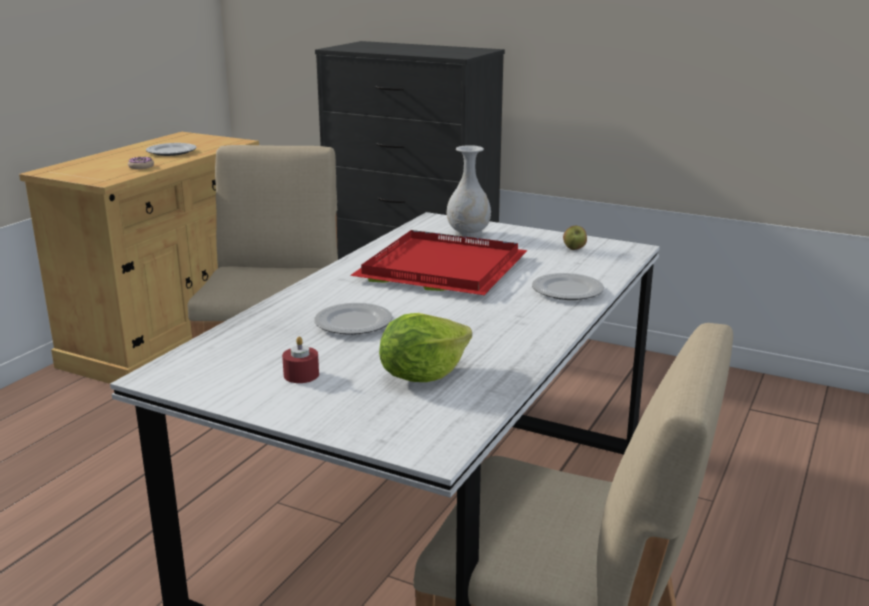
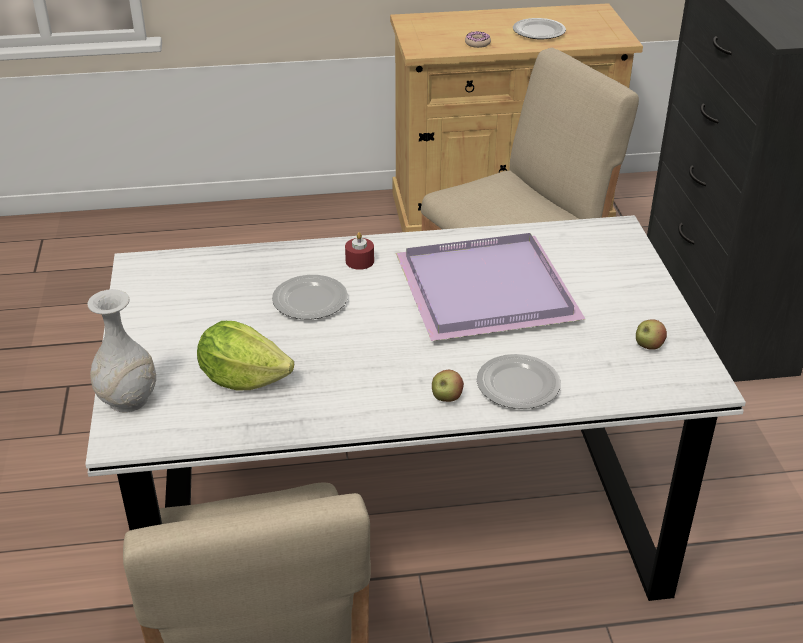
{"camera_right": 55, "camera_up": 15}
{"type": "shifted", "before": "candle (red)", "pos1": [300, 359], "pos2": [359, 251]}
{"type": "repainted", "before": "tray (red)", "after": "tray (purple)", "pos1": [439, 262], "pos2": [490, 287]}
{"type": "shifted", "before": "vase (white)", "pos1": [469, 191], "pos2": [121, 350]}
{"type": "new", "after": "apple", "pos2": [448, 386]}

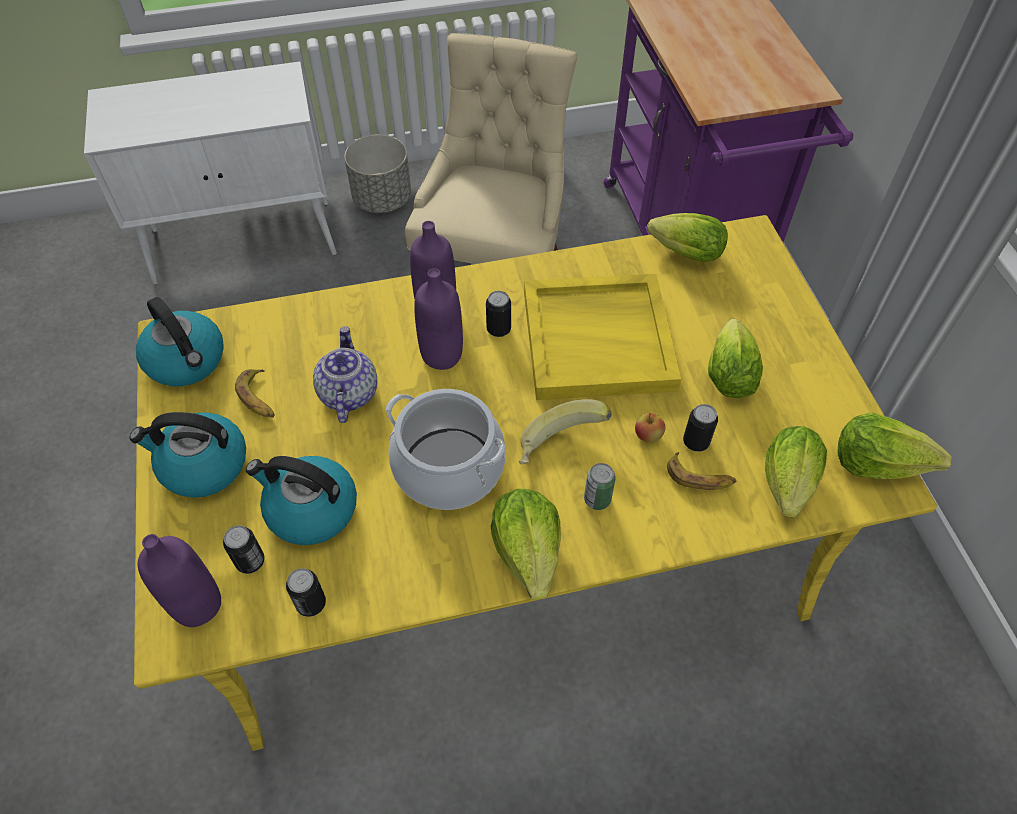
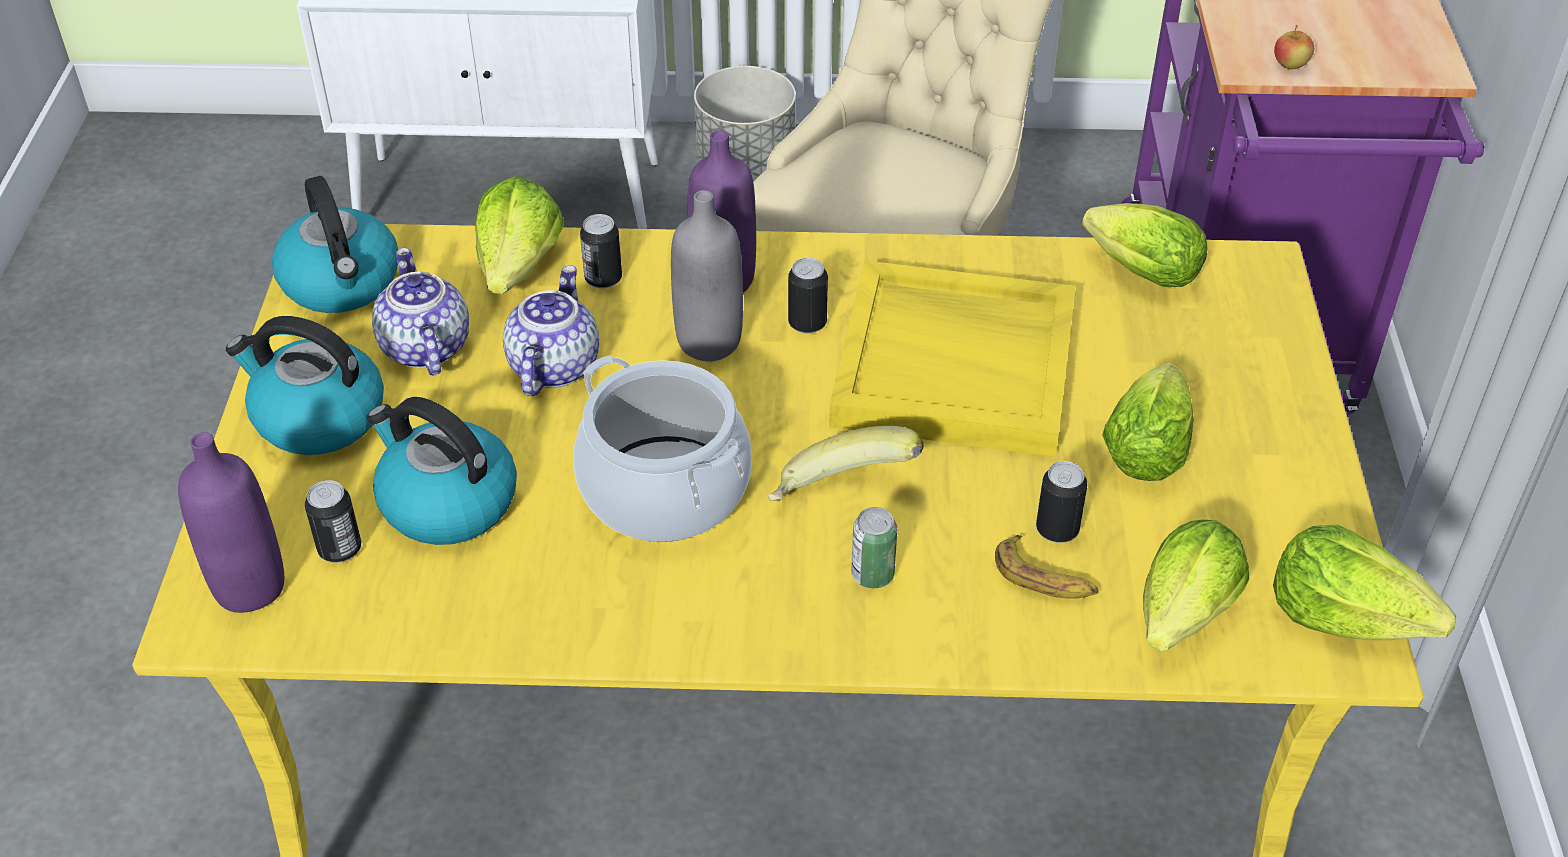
{"camera_right": 15, "camera_up": -10}
{"type": "swapped", "before": "banana", "after": "teapot", "pos1": [255, 393], "pos2": [420, 312]}
{"type": "shifted", "before": "can", "pos1": [306, 592], "pos2": [601, 251]}
{"type": "repainted", "before": "bottle (purple)", "after": "bottle (grey)", "pos1": [438, 319], "pos2": [707, 276]}
{"type": "shifted", "before": "lettuce", "pos1": [526, 544], "pos2": [519, 235]}
{"type": "shifted", "before": "apple", "pos1": [650, 428], "pos2": [1294, 47]}

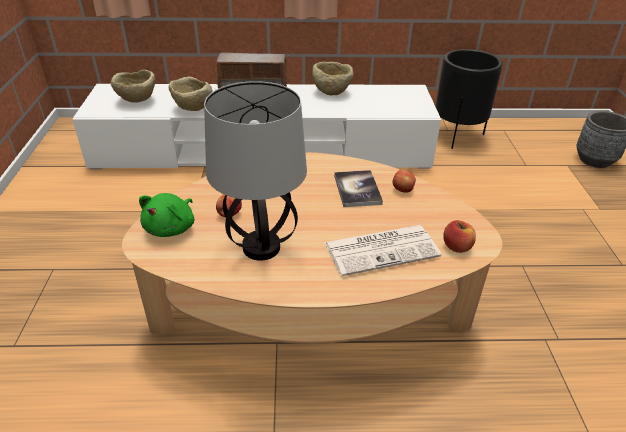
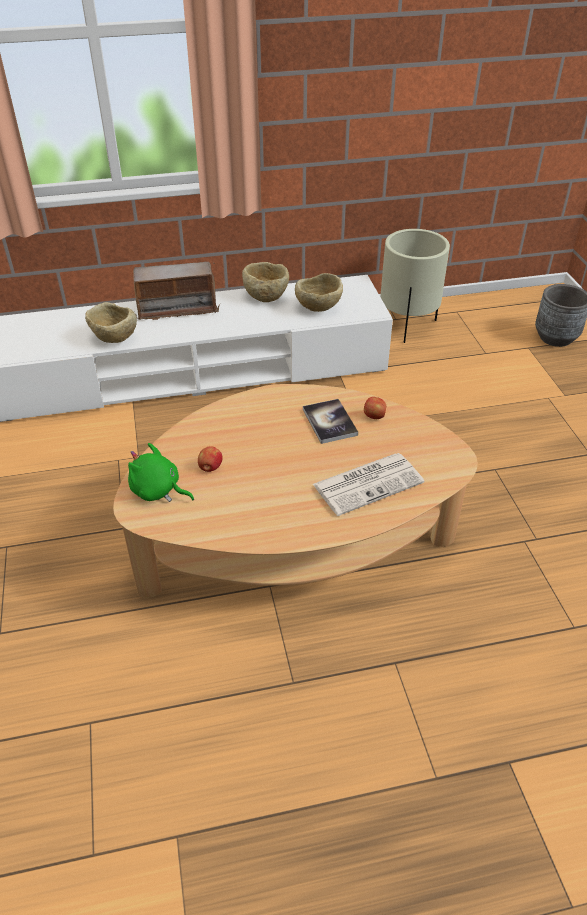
{"camera_right": -10, "camera_up": 5}
{"type": "shifted", "before": "bowl (beige)", "pos1": [133, 86], "pos2": [319, 292]}
{"type": "rotated", "before": "plush toy (green)", "pos1": [166, 215], "pos2": [161, 472], "turn": 105}
{"type": "gone", "before": "table lamp", "pos1": [255, 171]}
{"type": "repainted", "before": "planter (black)", "after": "planter (beige)", "pos1": [469, 99], "pos2": [415, 286]}
{"type": "gone", "before": "apple", "pos1": [459, 236]}

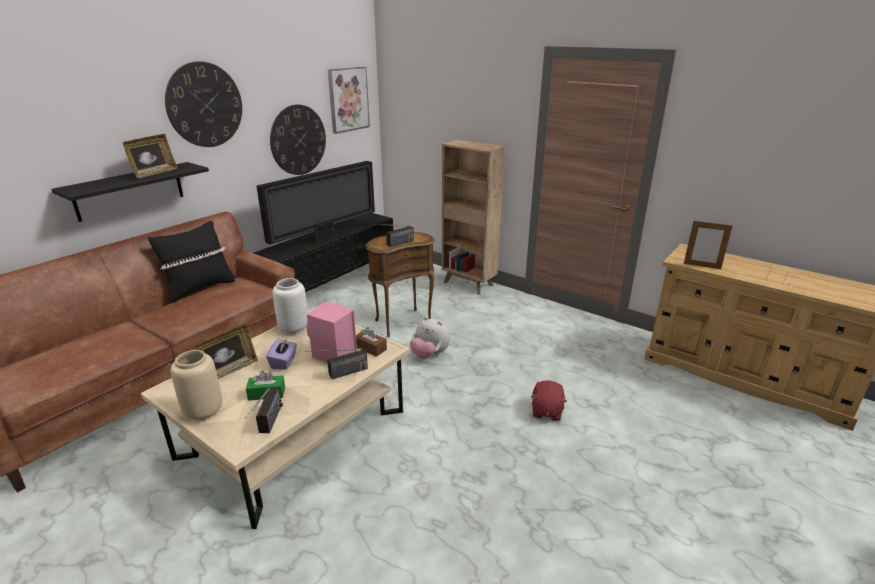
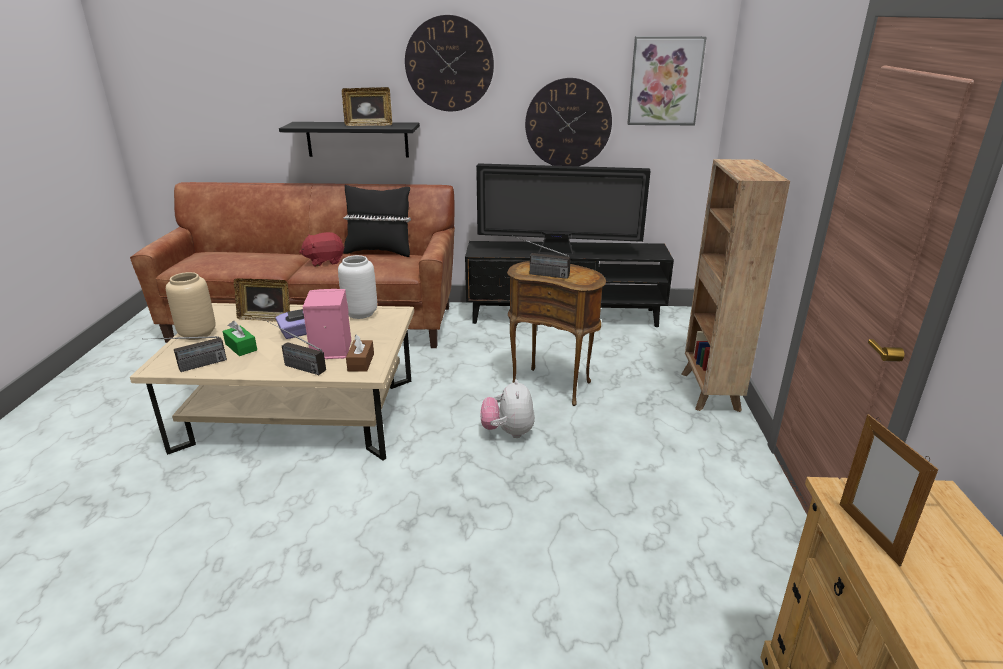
{"camera_right": 55, "camera_up": 0}
{"type": "shifted", "before": "plush toy (red)", "pos1": [549, 400], "pos2": [322, 249]}

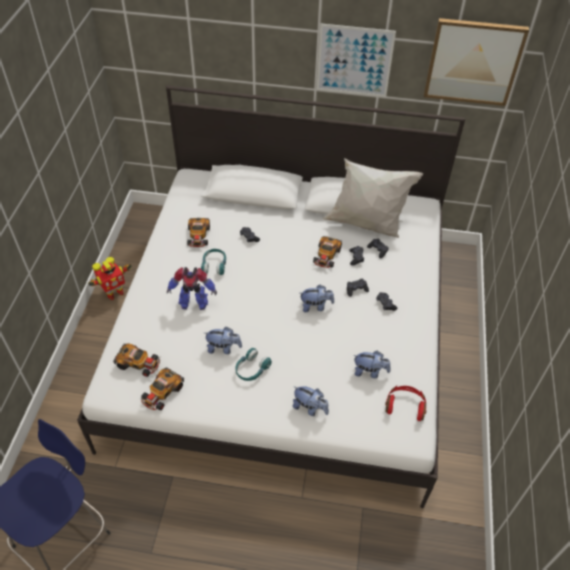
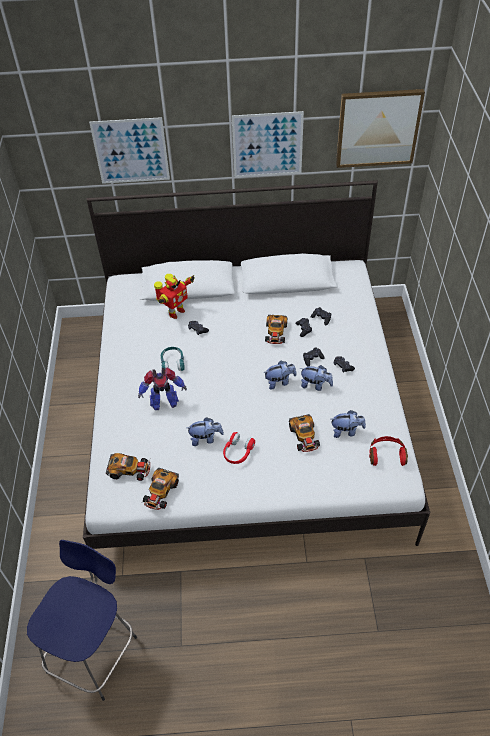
{"camera_right": -10, "camera_up": 0}
{"type": "shifted", "before": "toy robot", "pos1": [110, 278], "pos2": [174, 296]}
{"type": "shifted", "before": "toy car", "pos1": [198, 232], "pos2": [304, 433]}
{"type": "repainted", "before": "headphones (turquoise)", "after": "headphones (red)", "pos1": [254, 364], "pos2": [239, 448]}
{"type": "shifted", "before": "plush toy", "pos1": [311, 401], "pos2": [316, 378]}
{"type": "gone", "before": "pillow (white)", "pos1": [373, 198]}
{"type": "new", "after": "picture", "pos2": [129, 150]}

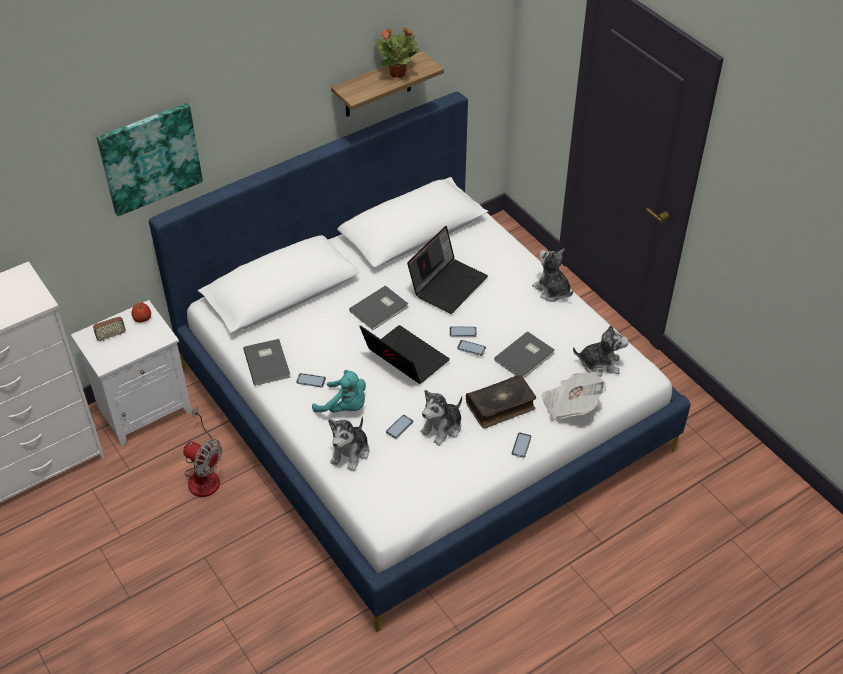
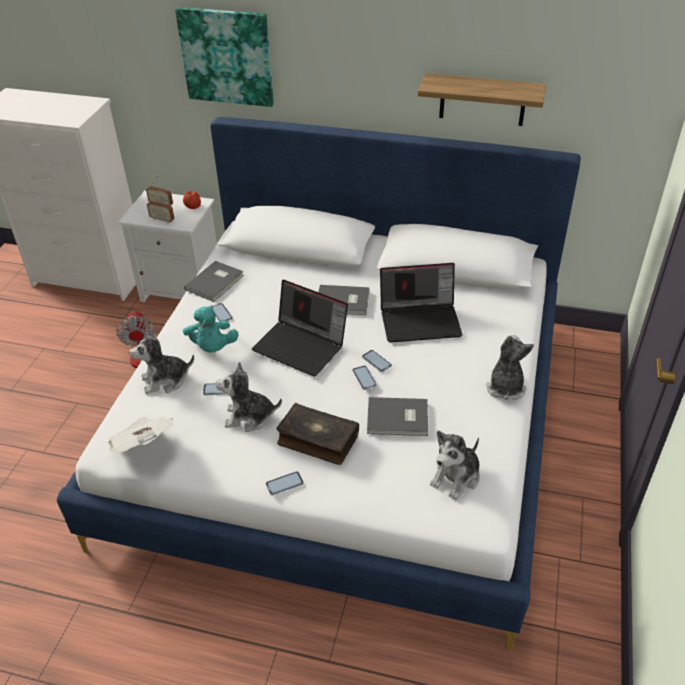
{"camera_right": 50, "camera_up": -5}
{"type": "rotated", "before": "laptop", "pos1": [405, 354], "pos2": [300, 328], "turn": 120}
{"type": "gone", "before": "potted plant", "pos1": [397, 52]}
{"type": "shifted", "before": "newspaper", "pos1": [574, 395], "pos2": [140, 434]}
{"type": "rotated", "before": "plush toy", "pos1": [601, 350], "pos2": [455, 465], "turn": 75}
{"type": "new", "after": "radio", "pos2": [160, 207]}

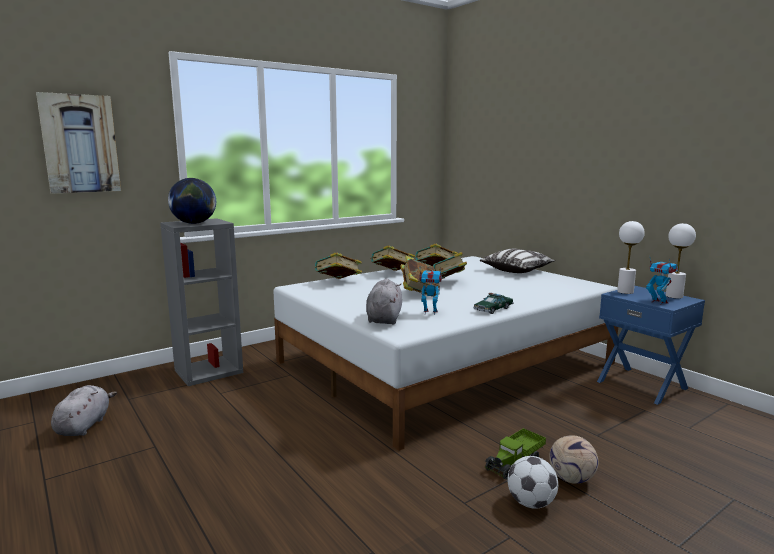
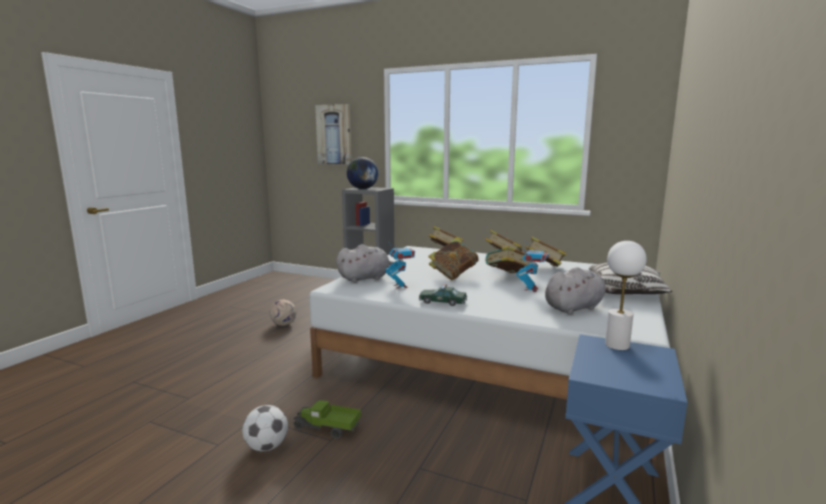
{"camera_right": 60, "camera_up": 0}
{"type": "shifted", "before": "plush toy (grey)", "pos1": [84, 410], "pos2": [581, 291]}
{"type": "shifted", "before": "football", "pos1": [573, 459], "pos2": [283, 313]}
{"type": "shifted", "before": "toy robot", "pos1": [662, 280], "pos2": [532, 269]}
{"type": "gone", "before": "table lamp (white)", "pos1": [681, 261]}

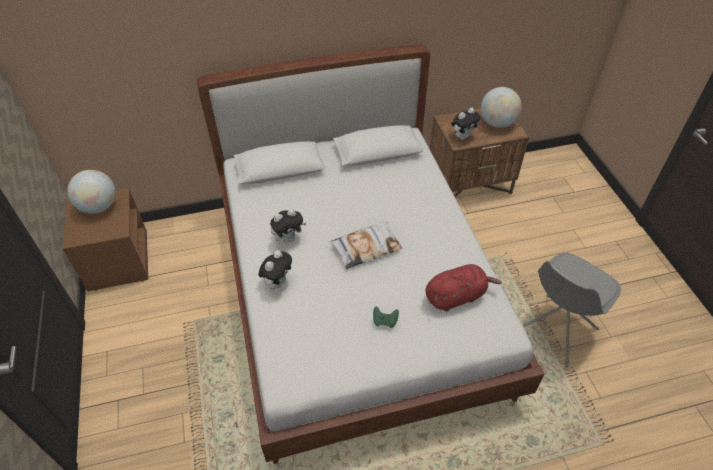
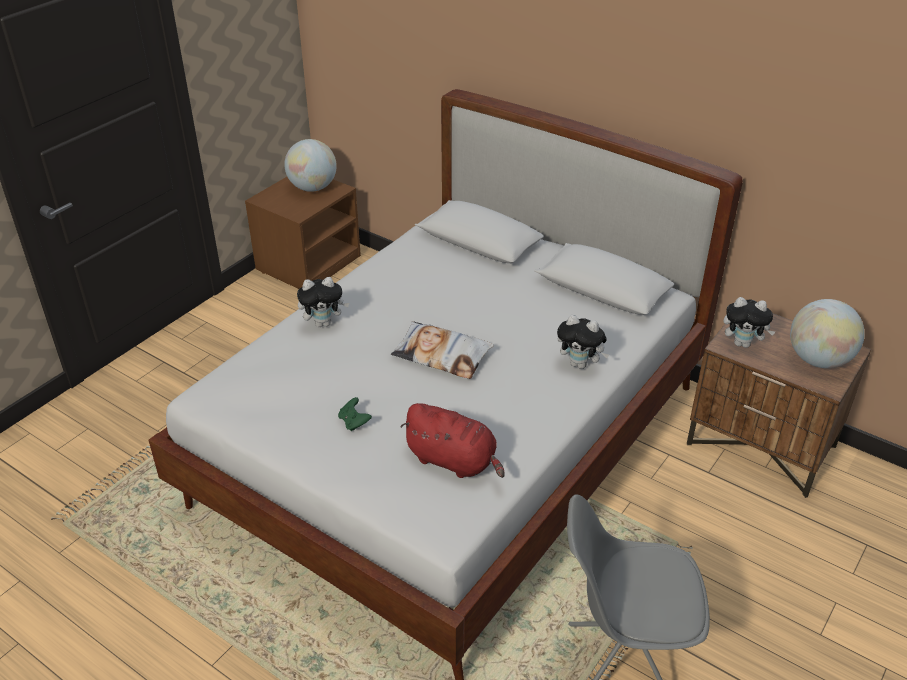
{"camera_right": 50, "camera_up": -10}
{"type": "shifted", "before": "plush toy", "pos1": [288, 226], "pos2": [583, 342]}

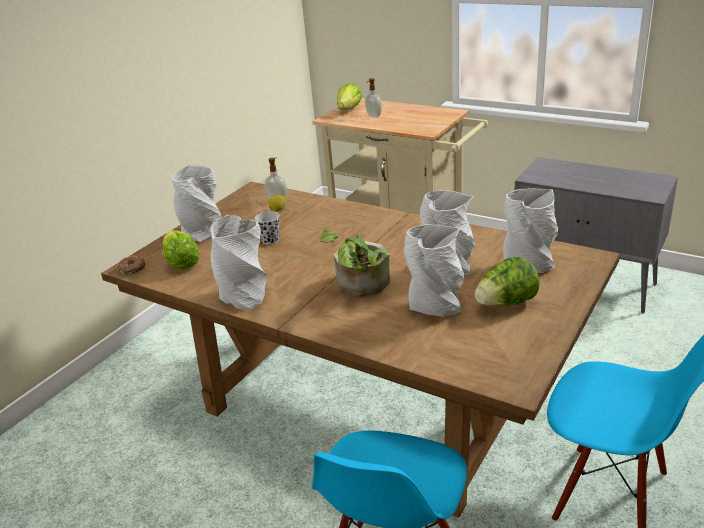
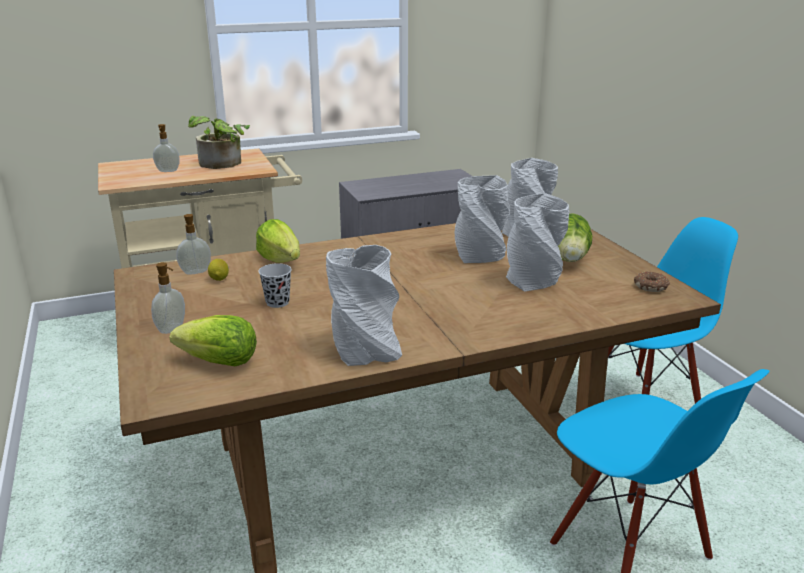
{"camera_right": -55, "camera_up": -5}
{"type": "shifted", "before": "donut", "pos1": [131, 265], "pos2": [652, 282]}
{"type": "swapped", "before": "vase (grey)", "after": "soap dispenser", "pos1": [196, 203], "pos2": [168, 298]}
{"type": "shifted", "before": "potted plant", "pos1": [355, 262], "pos2": [219, 142]}
{"type": "shifted", "before": "lettuce", "pos1": [349, 96], "pos2": [278, 241]}

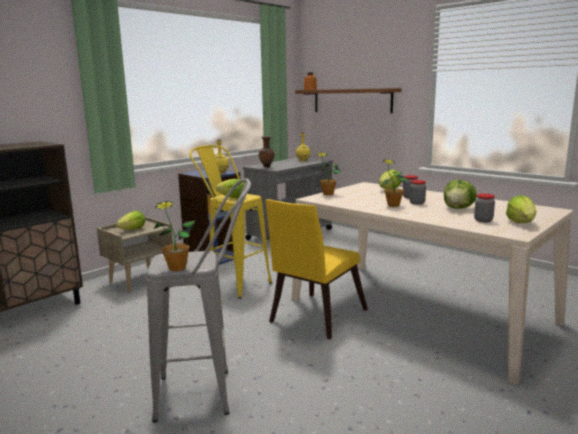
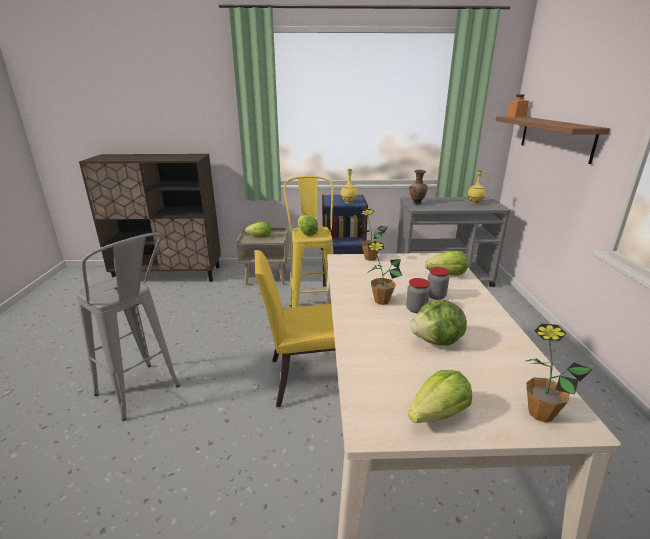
{"camera_right": 45, "camera_up": 10}
{"type": "shifted", "before": "potted plant", "pos1": [174, 236], "pos2": [559, 373]}
{"type": "gone", "before": "jar", "pos1": [484, 208]}

